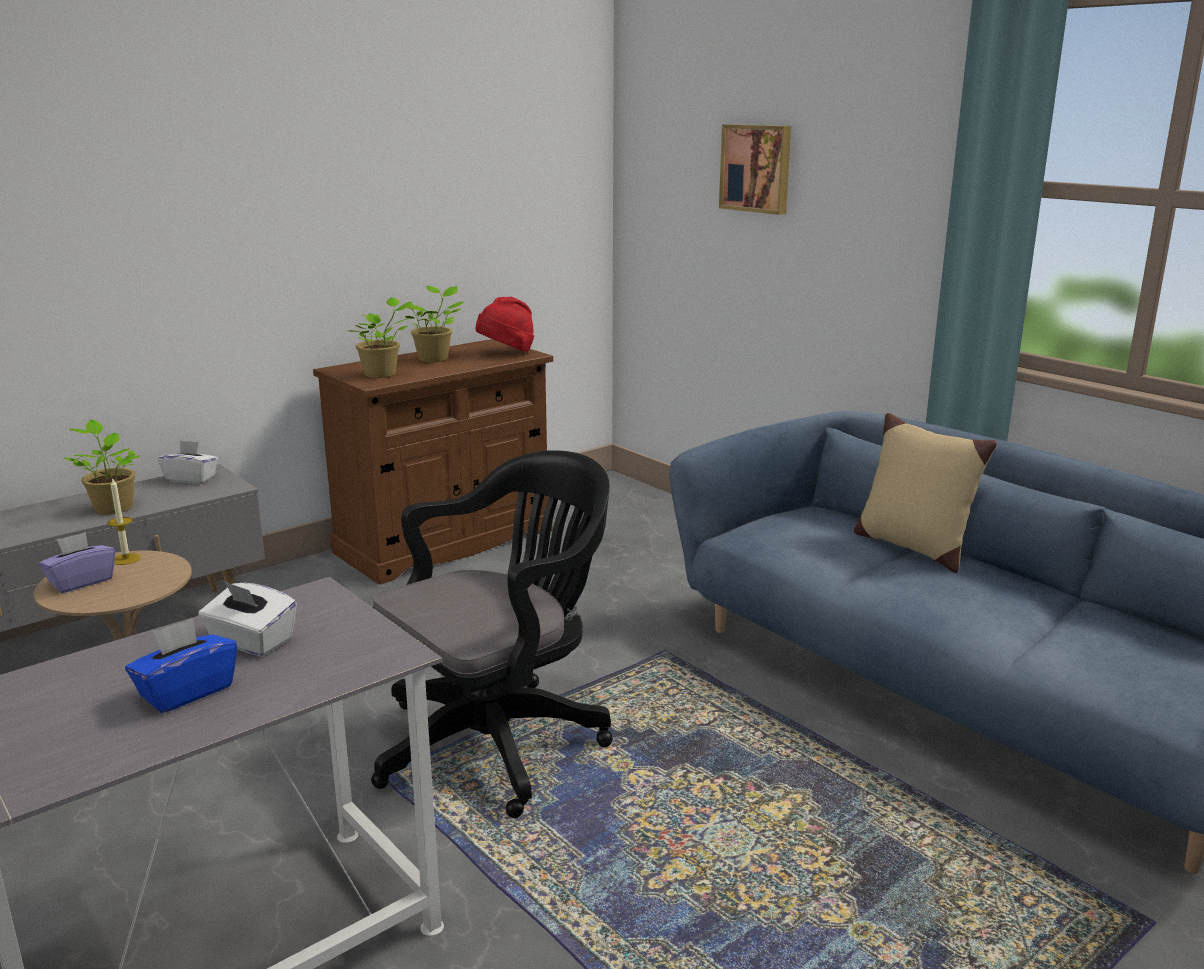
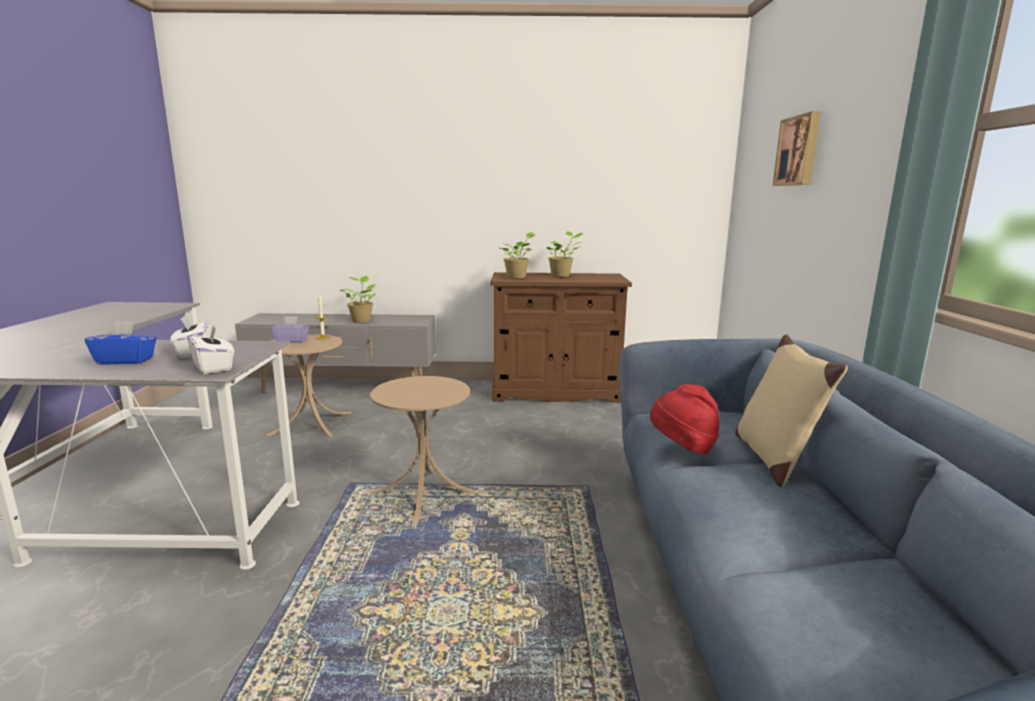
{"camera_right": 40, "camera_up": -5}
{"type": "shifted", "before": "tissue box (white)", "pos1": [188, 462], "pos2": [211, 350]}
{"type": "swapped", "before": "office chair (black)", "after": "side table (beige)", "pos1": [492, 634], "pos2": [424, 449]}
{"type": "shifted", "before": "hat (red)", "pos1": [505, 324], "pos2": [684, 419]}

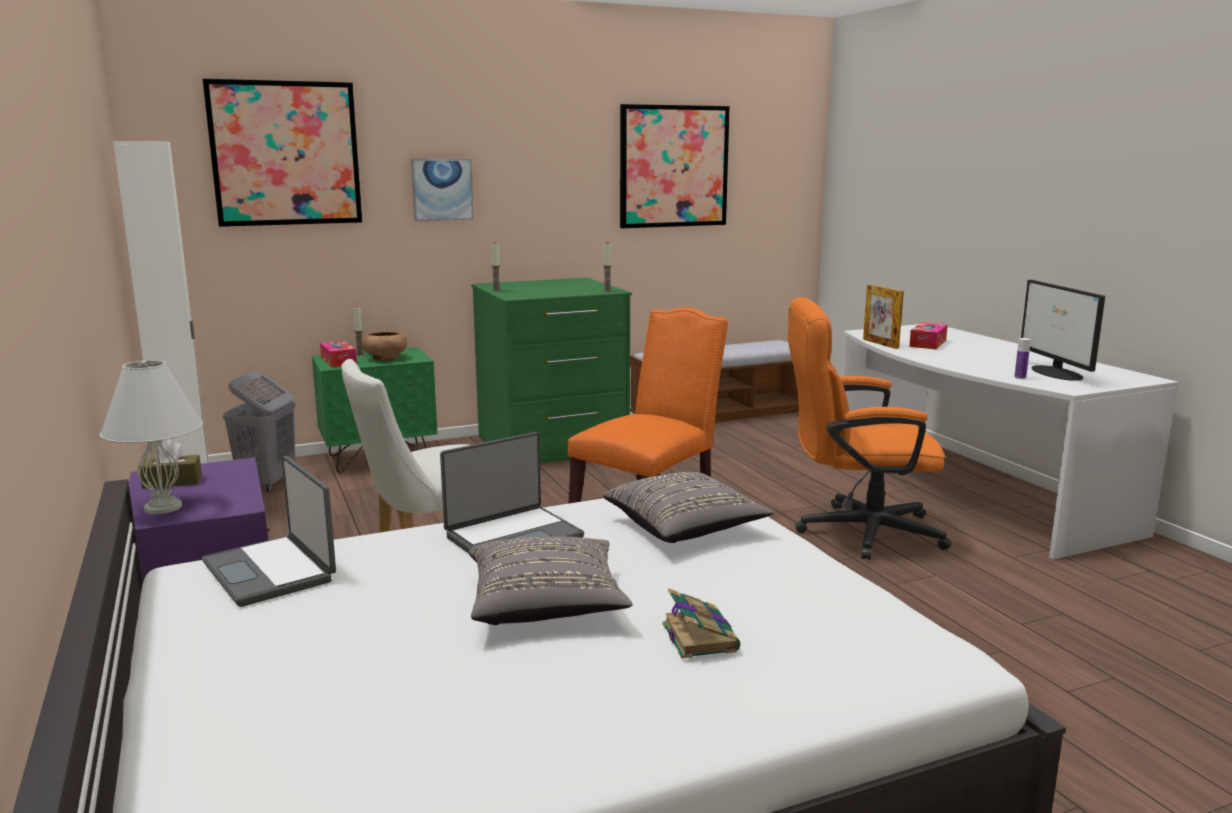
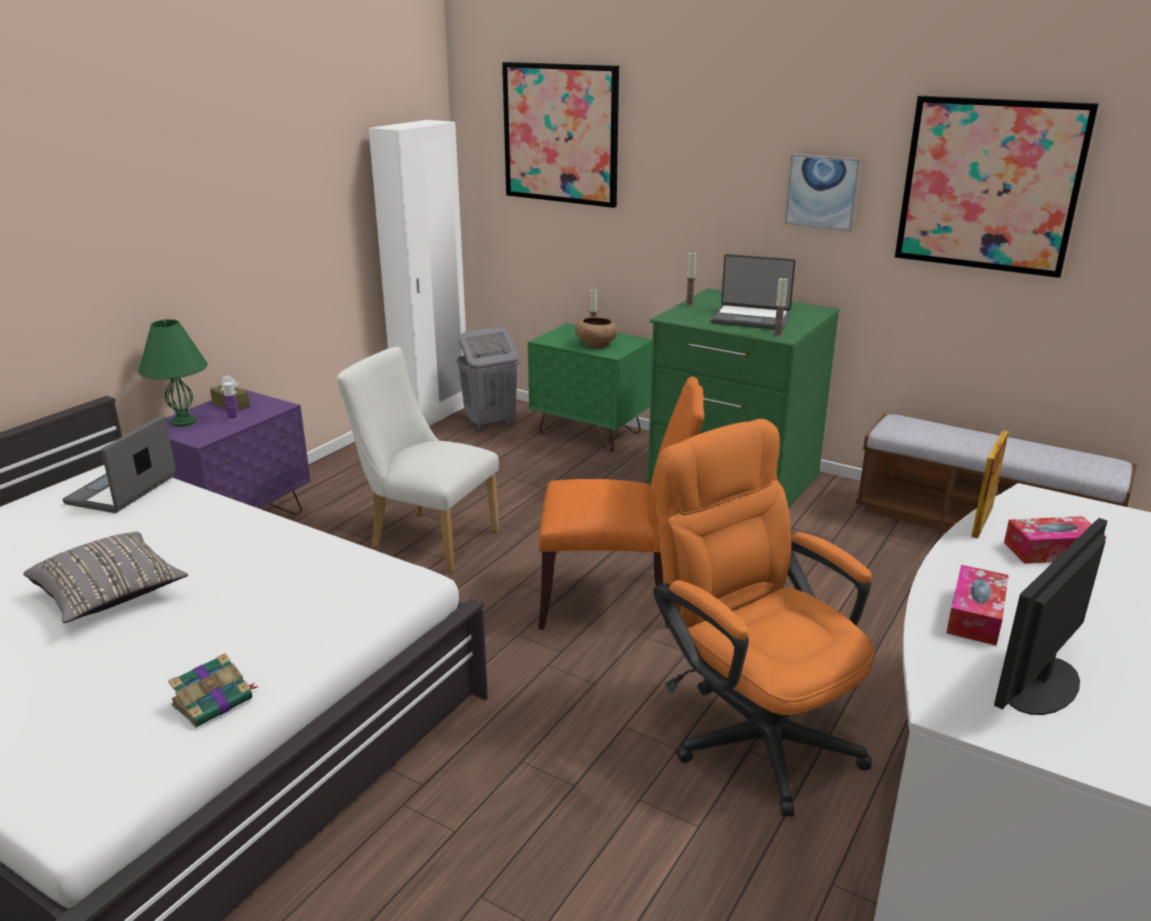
{"camera_right": 55, "camera_up": 10}
{"type": "repainted", "before": "table lamp (white)", "after": "table lamp (green)", "pos1": [151, 437], "pos2": [173, 373]}
{"type": "shifted", "before": "tissue box", "pos1": [338, 354], "pos2": [977, 605]}
{"type": "shifted", "before": "picture", "pos1": [442, 190], "pos2": [823, 192]}
{"type": "shifted", "before": "laptop", "pos1": [512, 492], "pos2": [753, 292]}
{"type": "gone", "before": "pillow (grey)", "pos1": [688, 507]}
{"type": "shifted", "before": "book", "pos1": [701, 623], "pos2": [213, 690]}
{"type": "shifted", "before": "bottle", "pos1": [1022, 358], "pos2": [231, 401]}

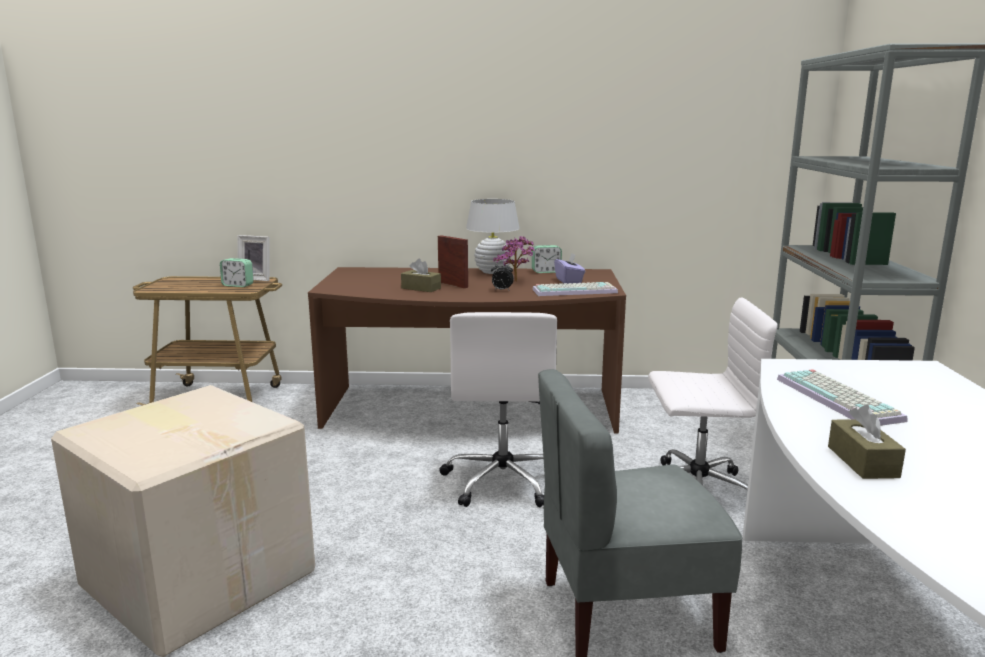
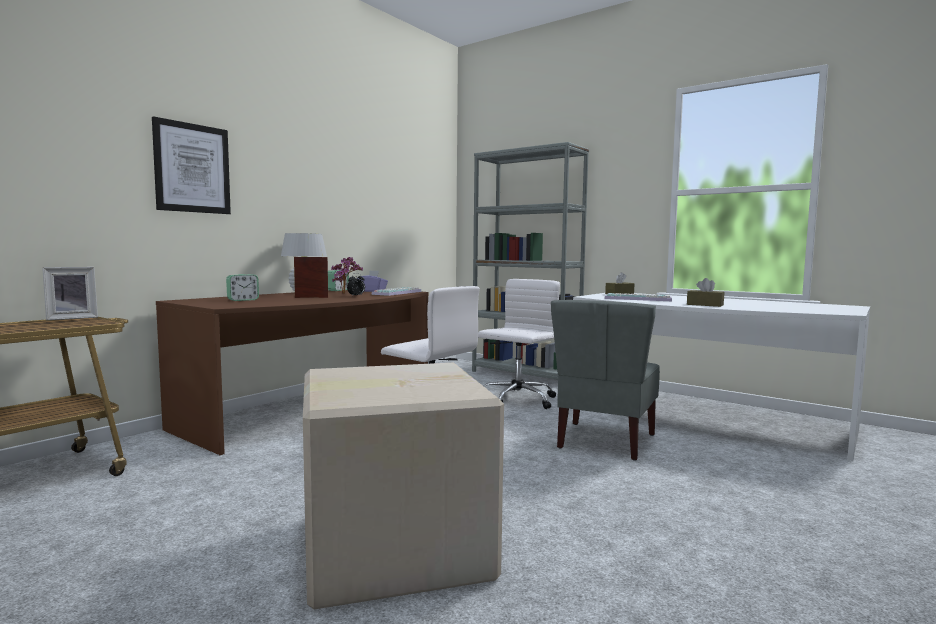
{"camera_right": -55, "camera_up": -10}
{"type": "shifted", "before": "alarm clock", "pos1": [236, 272], "pos2": [242, 287]}
{"type": "shifted", "before": "tissue box (brown)", "pos1": [421, 275], "pos2": [620, 283]}
{"type": "new", "after": "picture", "pos2": [191, 165]}

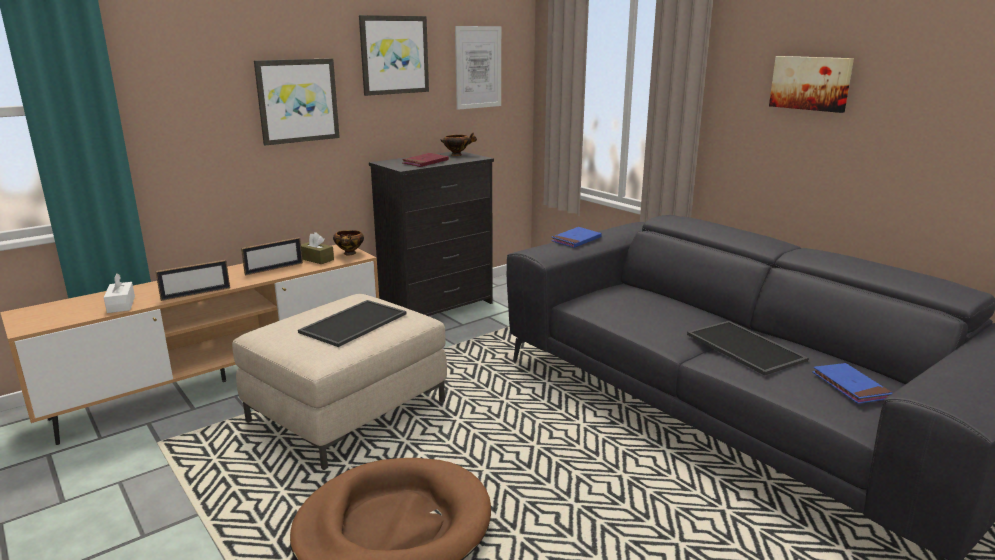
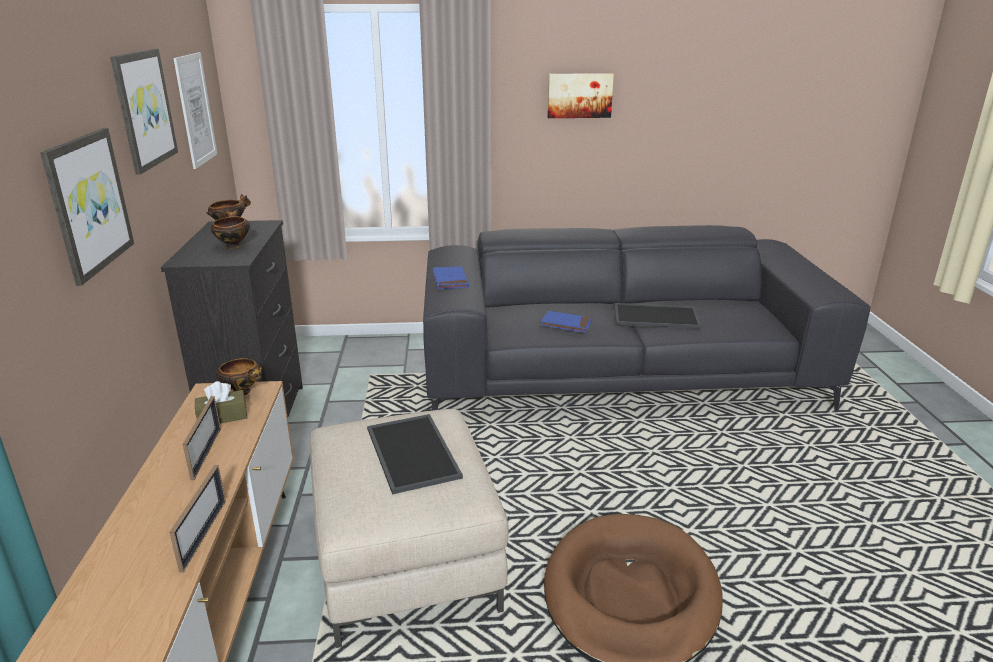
{"camera_right": -55, "camera_up": 5}
{"type": "gone", "before": "tissue box (white)", "pos1": [119, 293]}
{"type": "swapped", "before": "book (red)", "after": "bowl", "pos1": [425, 160], "pos2": [230, 229]}
{"type": "shifted", "before": "book (blue)", "pos1": [852, 383], "pos2": [566, 322]}

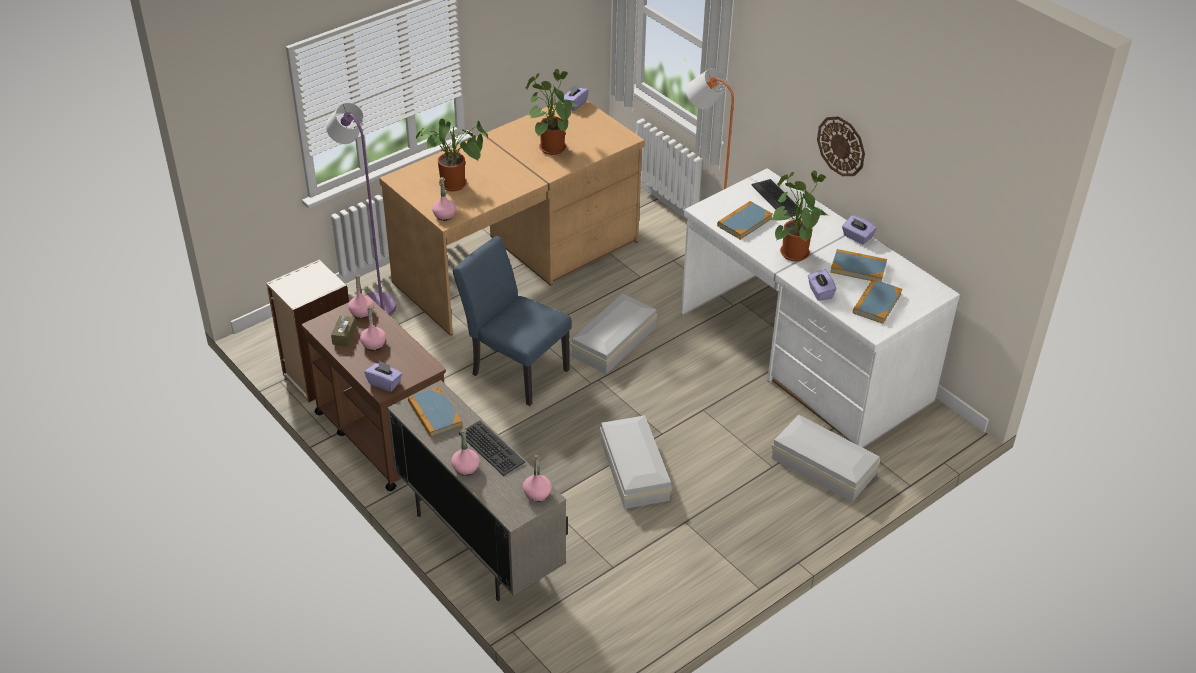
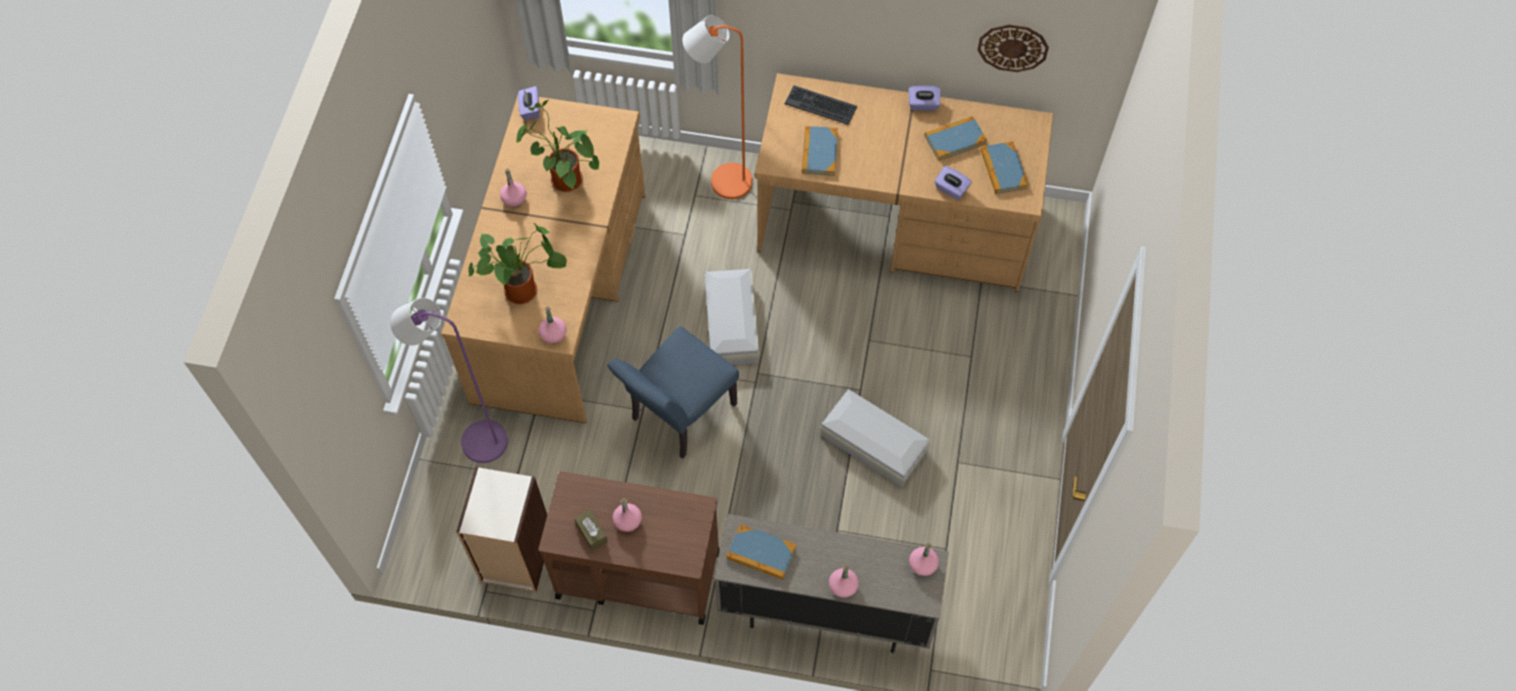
{"camera_right": -40, "camera_up": 20}
{"type": "shifted", "before": "bottle (pink)", "pos1": [361, 296], "pos2": [513, 187]}
{"type": "gone", "before": "tissue box (purple)", "pos1": [383, 376]}
{"type": "rotated", "before": "chair (blue)", "pos1": [512, 321], "pos2": [673, 392], "turn": -45}
{"type": "gone", "before": "keyboard", "pos1": [492, 448]}
{"type": "repainted", "before": "desk (white)", "after": "desk (brown)", "pos1": [820, 308], "pos2": [904, 182]}
{"type": "gone", "before": "potted plant", "pos1": [800, 216]}
{"type": "gone", "before": "storage box (white)", "pos1": [826, 458]}
{"type": "shifted", "before": "wall clock", "pos1": [841, 146], "pos2": [1013, 48]}

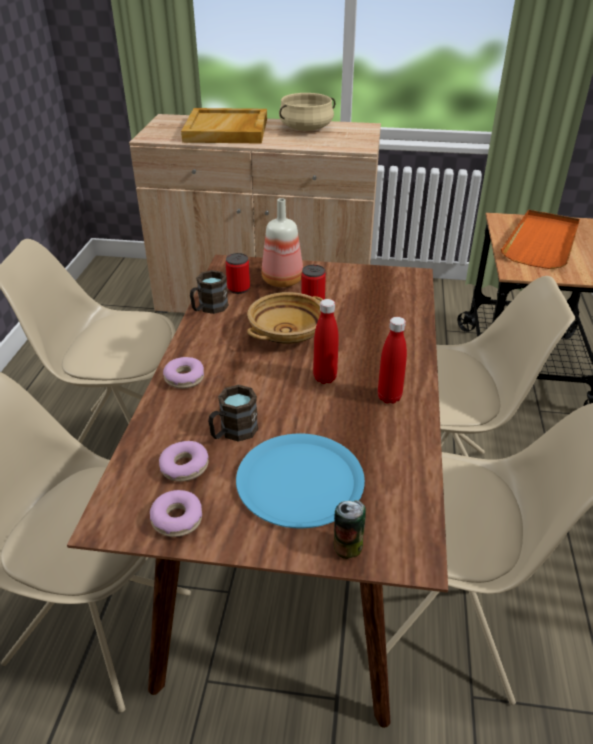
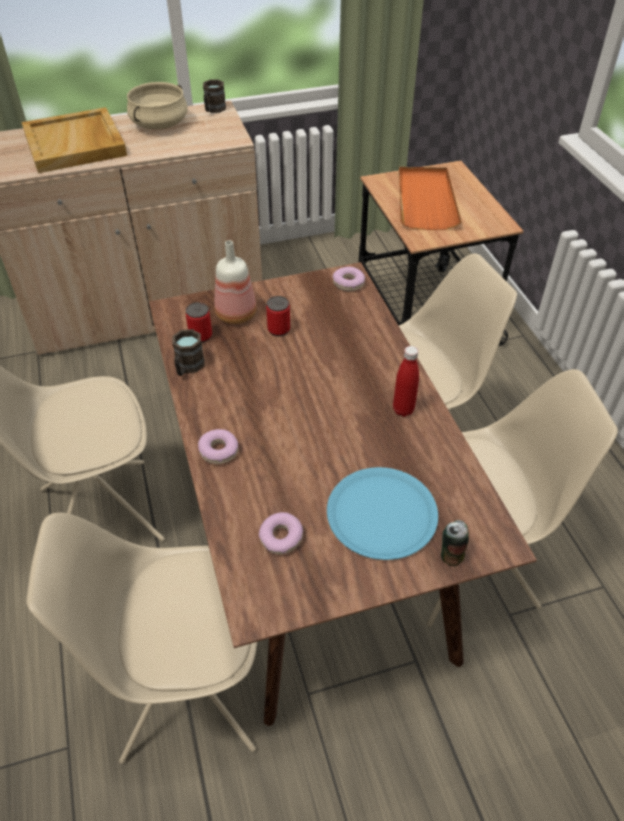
{"camera_right": -25, "camera_up": 10}
{"type": "shifted", "before": "donut", "pos1": [176, 513], "pos2": [348, 279]}
{"type": "shifted", "before": "mug (brown)", "pos1": [233, 413], "pos2": [214, 96]}
{"type": "gone", "before": "bowl (beige)", "pos1": [285, 318]}
{"type": "gone", "before": "bottle (red)", "pos1": [326, 341]}

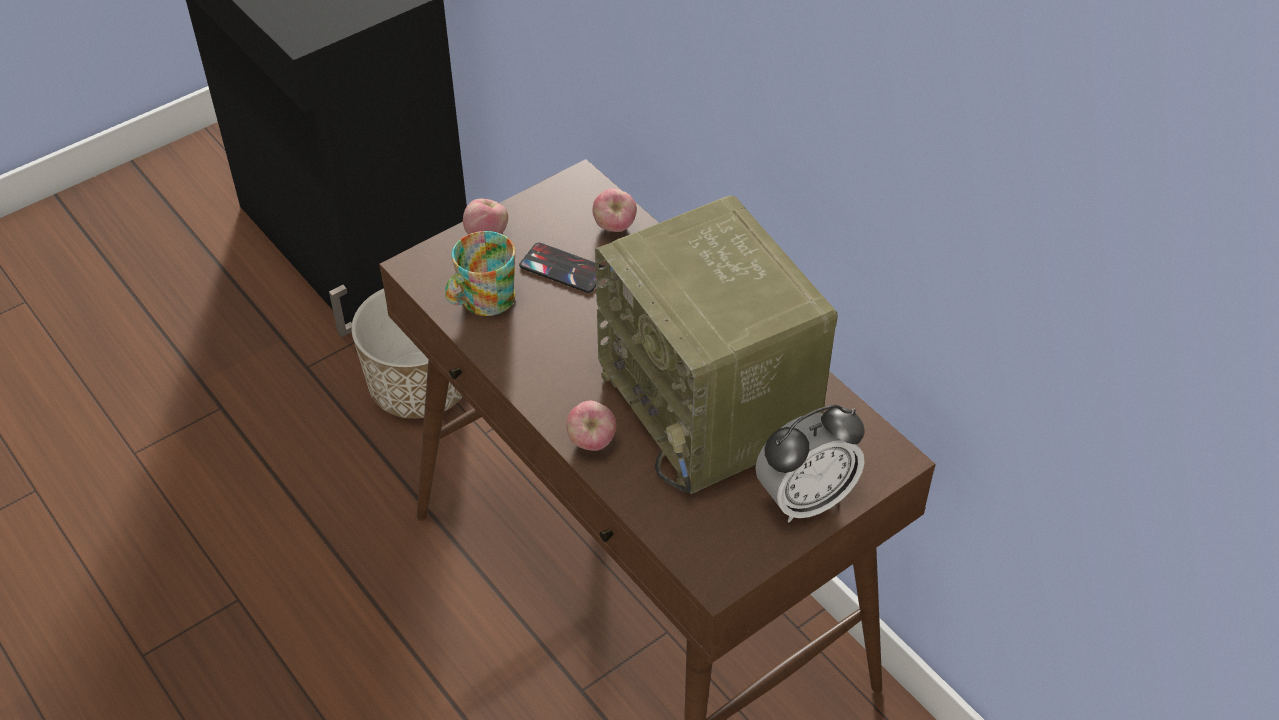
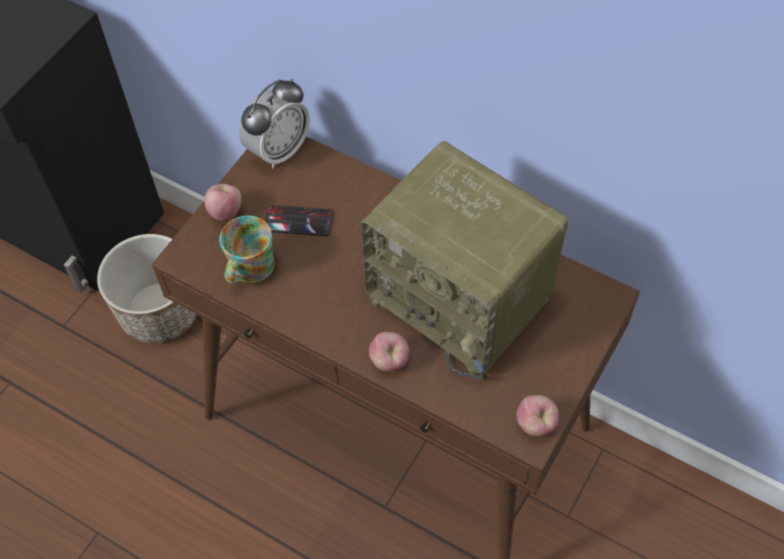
{"camera_right": -20, "camera_up": 10}
{"type": "shifted", "before": "apple", "pos1": [614, 210], "pos2": [537, 415]}
{"type": "shifted", "before": "alarm clock", "pos1": [810, 464], "pos2": [274, 124]}

